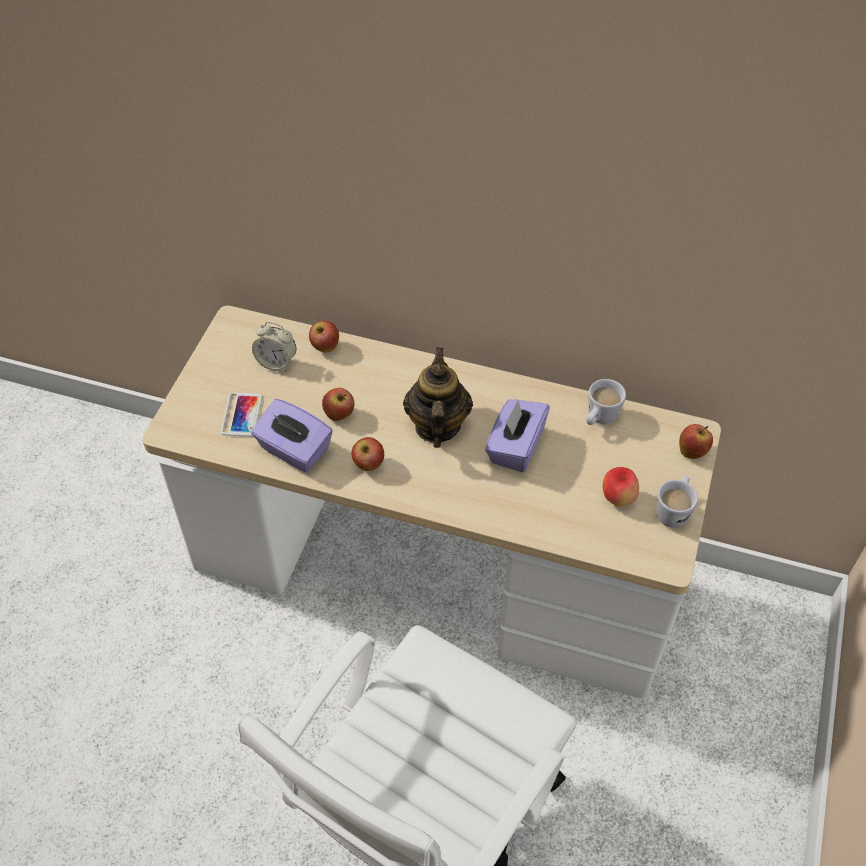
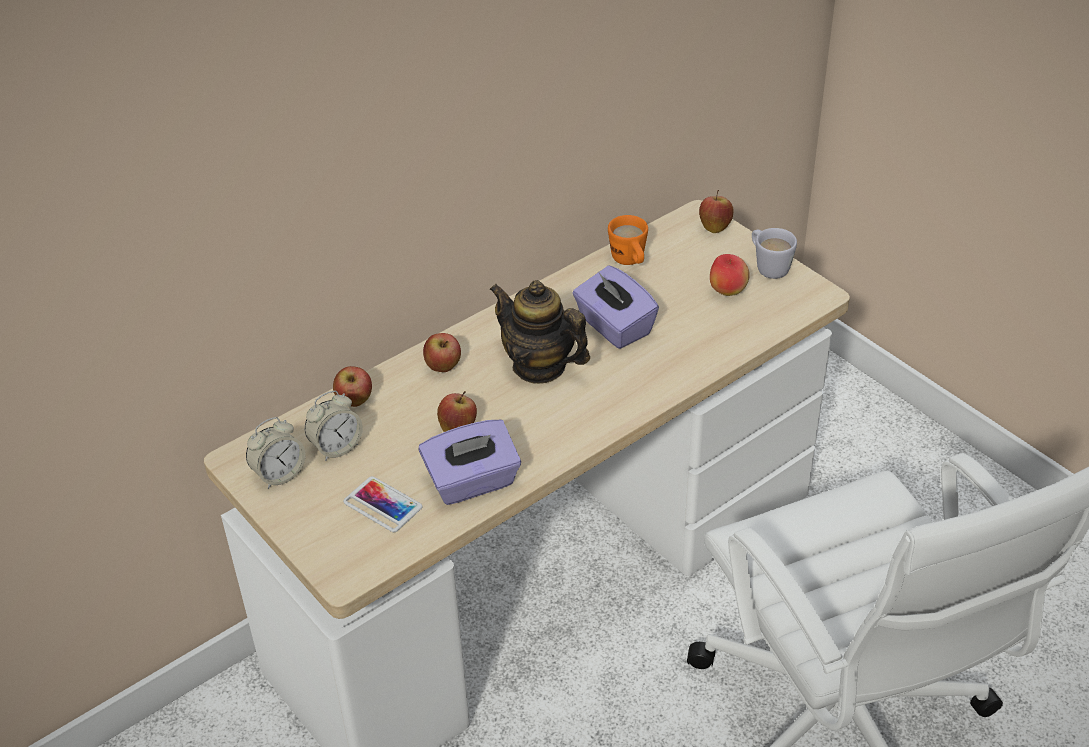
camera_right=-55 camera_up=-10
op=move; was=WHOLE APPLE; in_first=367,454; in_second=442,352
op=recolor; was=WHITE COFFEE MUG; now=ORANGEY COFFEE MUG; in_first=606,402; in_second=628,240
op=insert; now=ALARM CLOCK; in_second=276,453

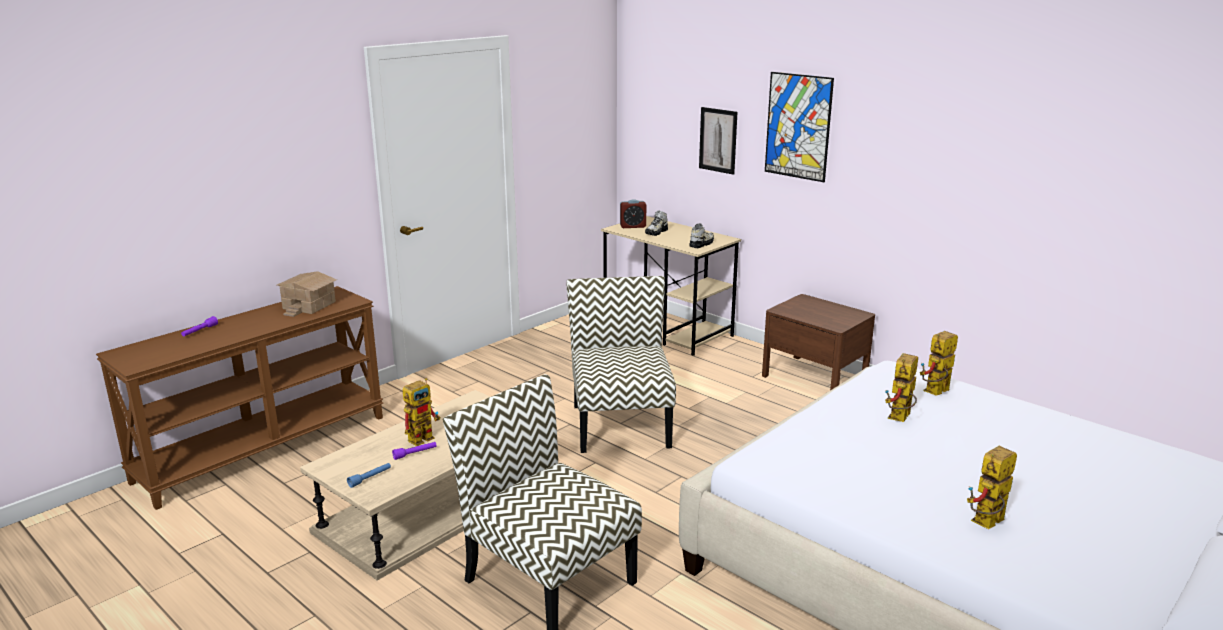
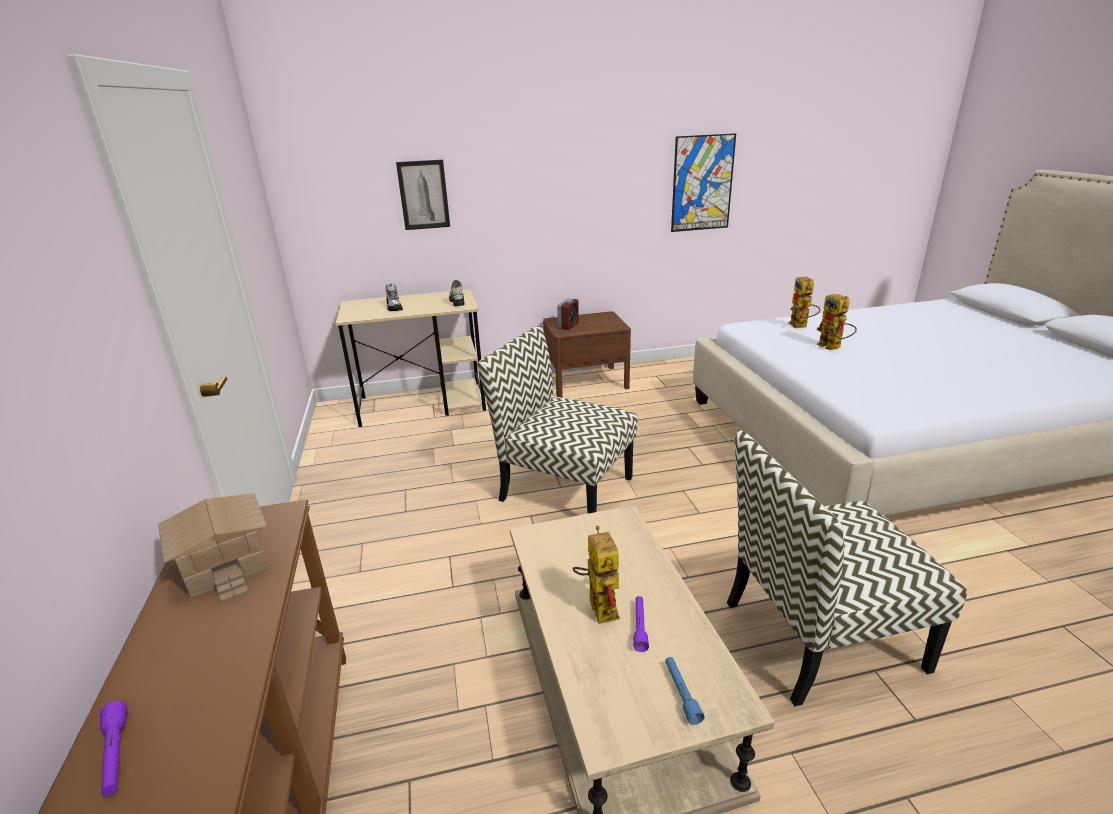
camera_right=-55 camera_up=5
op=move; was=ALARM CLOCK; in_first=633,213; in_second=568,314
op=move; was=PICTURE; in_first=799,127; in_second=703,182
op=delete; was=ROBOT FIGURE; in_first=992,487

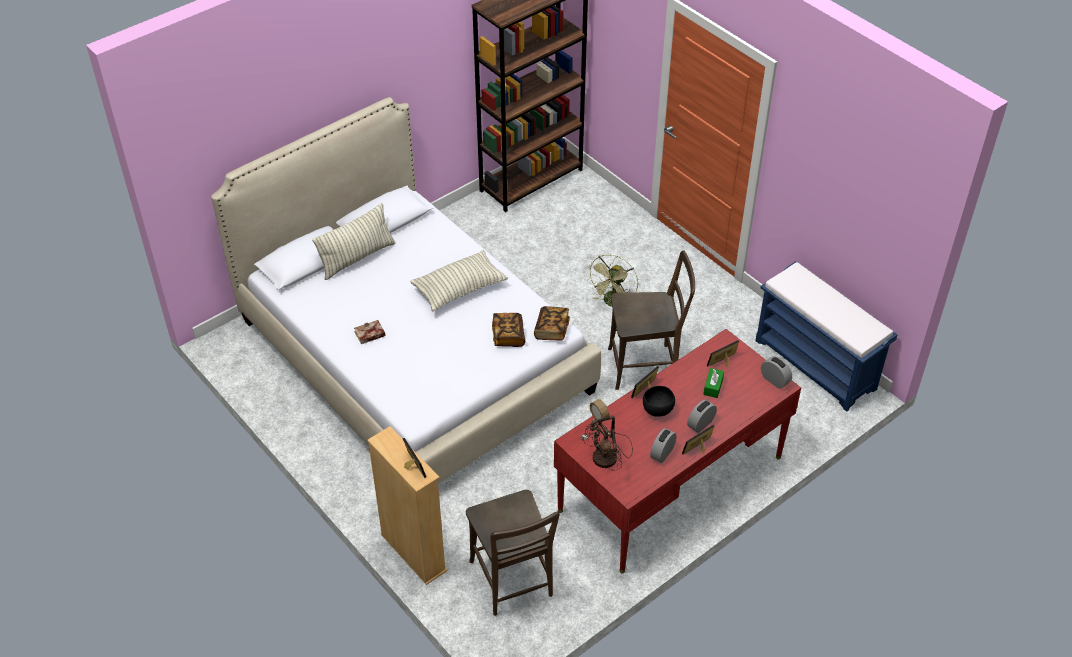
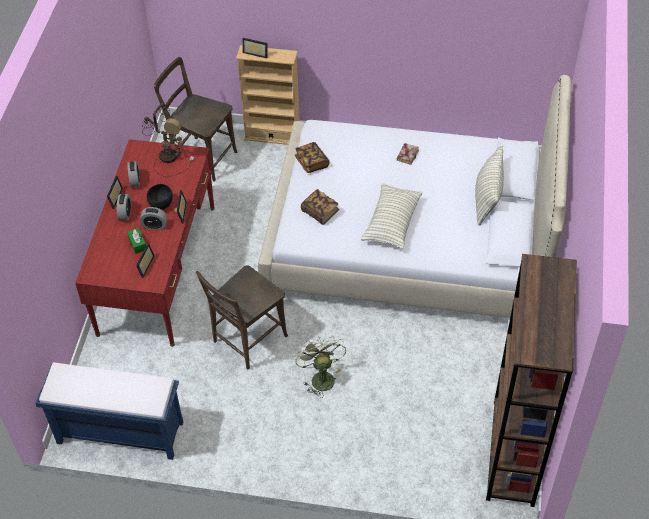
camera_right=140 camera_up=5
op=move; was=BOUND BOOK; in_first=552,323; in_second=312,157
op=move; was=ALARM CLOCK; in_first=776,372; in_second=154,218

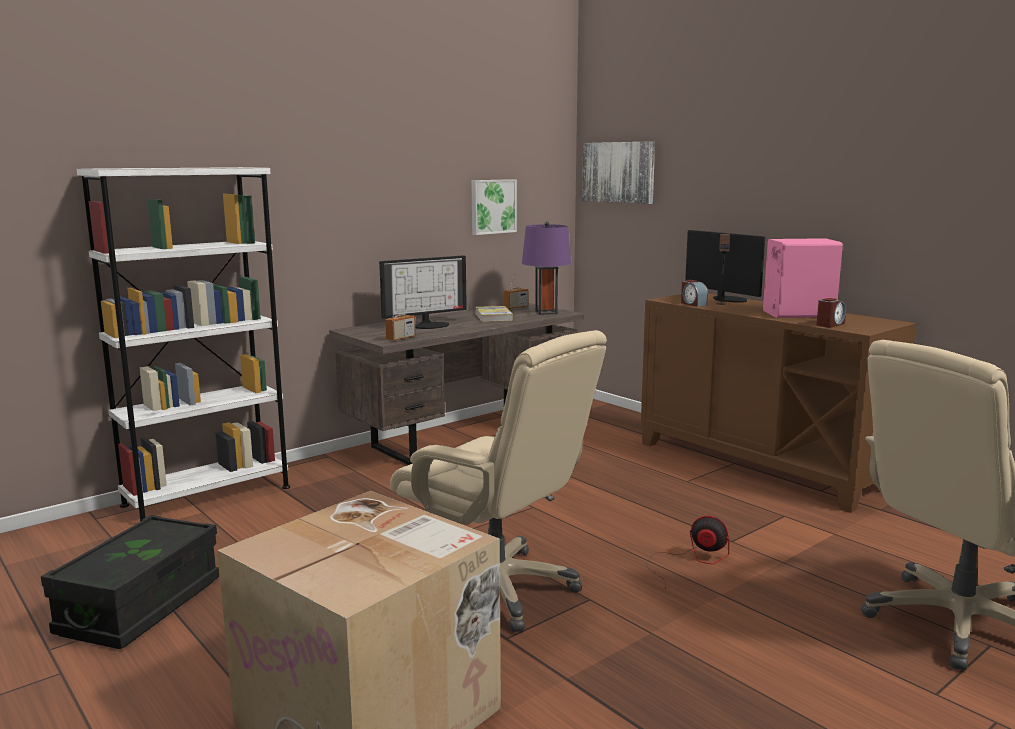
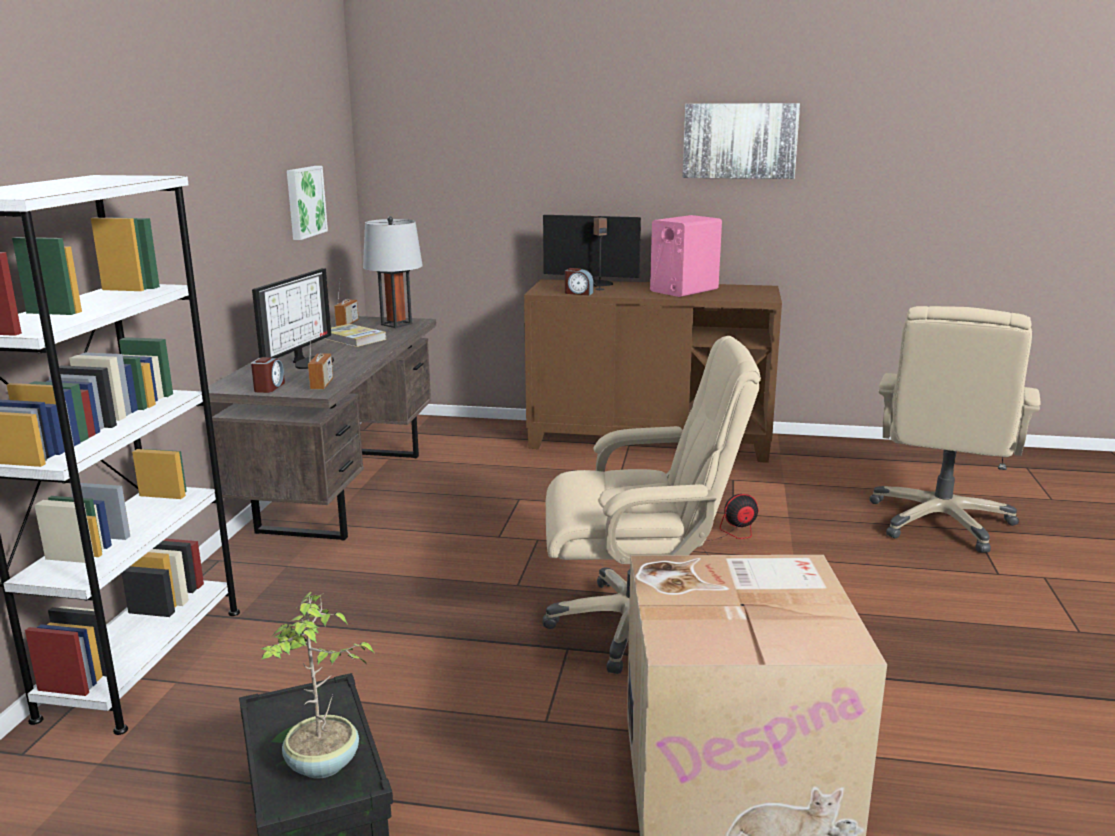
camera_right=-40 camera_up=5
op=recolor; was=PURPLE-COLOURED TABLE LAMP; now=GREY TABLE LAMP; in_first=546,268; in_second=393,272
op=move; was=PICTURE; in_first=618,172; in_second=741,141
op=move; was=ALARM CLOCK; in_first=831,313; in_second=268,375
op=insert; now=PLANT IN A POT; in_second=317,685

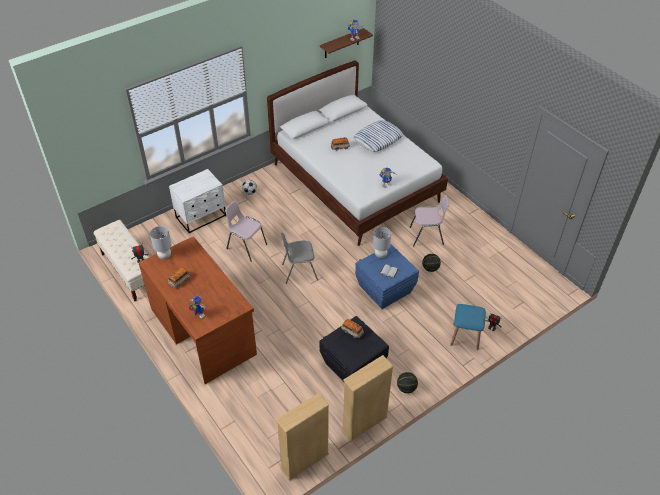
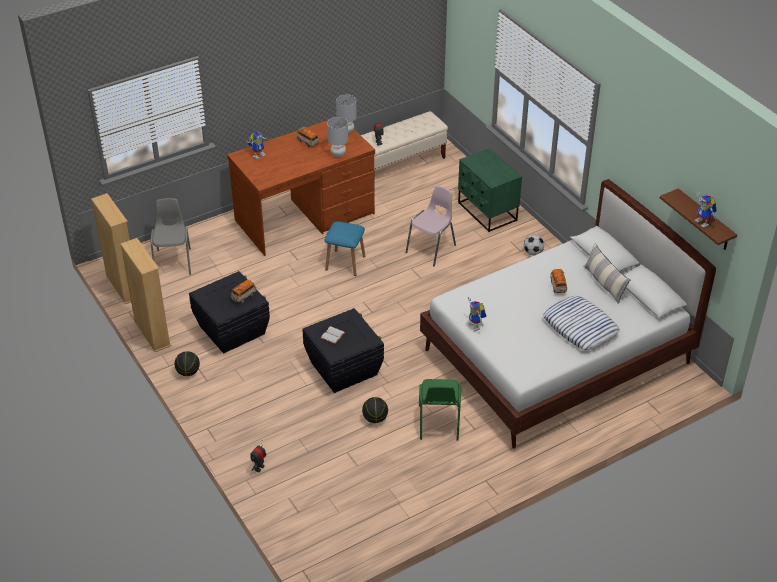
camera_right=95 camera_up=-5
op=recolor; was=WHITE BEDSIDE TABLE; now=GREEN BEDSIDE TABLE; in_first=197,201; in_second=490,190
op=move; was=GREY UPRIGHT CHAIR; in_first=299,258; in_second=170,236
op=recolor; was=BLUISH STORAGE BIN; now=BLACKISH STORAGE BIN; in_first=387,276; in_second=343,350
op=move; was=GREY TABLE LAMP; in_first=382,242; in_second=337,137
op=recolor; was=PINK UPRIGHT CHAIR; now=GREEN UPRIGHT CHAIR; in_first=429,221; in_second=440,410
op=move; was=BLUISH STOOL SEAT; in_first=468,327; in_second=344,249
op=insert; now=THROW PILLOW; in_second=606,273

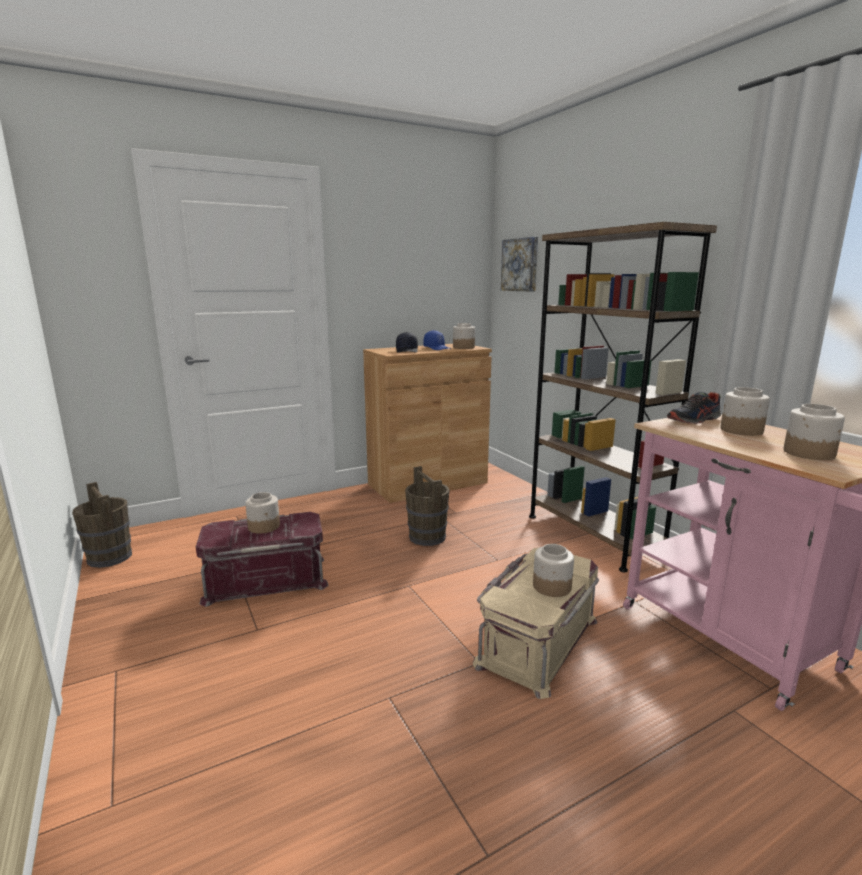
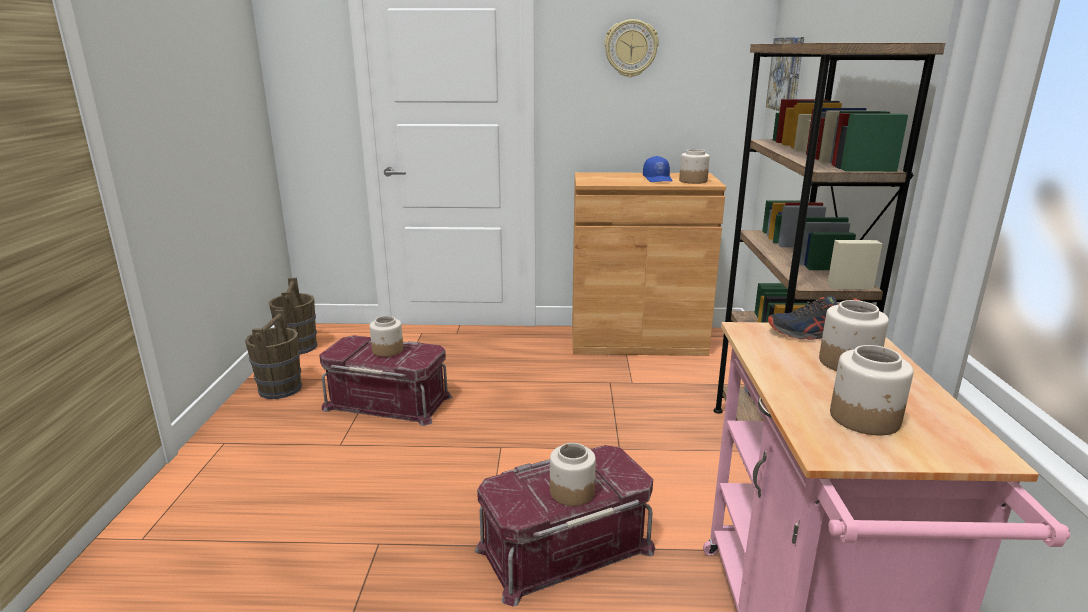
camera_right=30 camera_up=5
op=delete; was=BLACKISH PEAKED CAP; in_first=407,342
op=move; was=BROWN-COLOURED WATER BUCKET; in_first=427,506; in_second=273,354
op=recolor; was=SAND-COLOURED STORAGE BIN; now=REDDISH STORAGE BIN; in_first=536,623; in_second=565,525
op=insert; now=CLOCK ON THE WALL; in_second=631,48

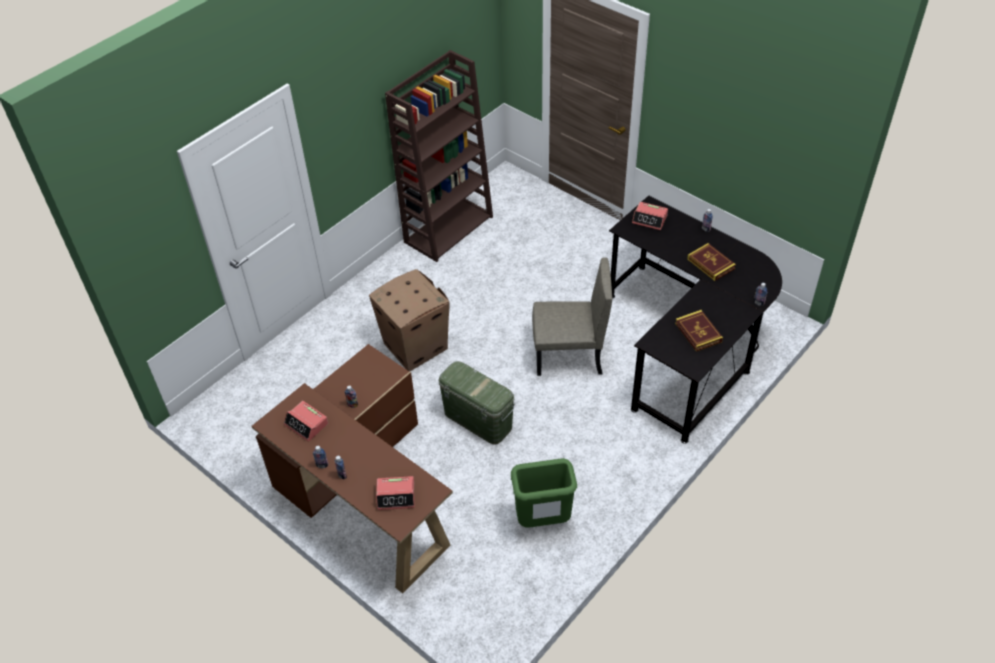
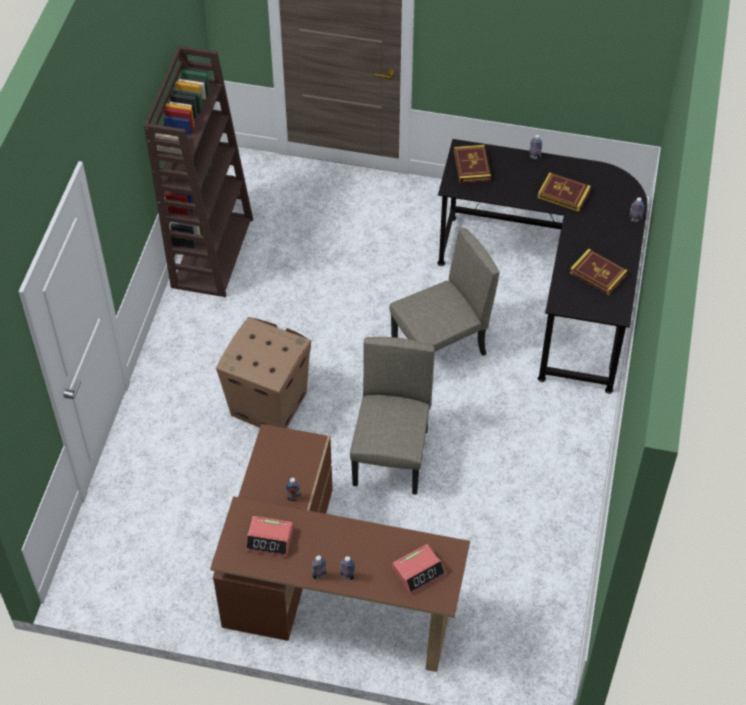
camera_right=-30 camera_up=5
op=replace; was=GREEN STORAGE BIN; now=SAND-COLOURED UPRIGHT CHAIR; in_first=476,403; in_second=392,416
op=delete; was=GREEN TRASH CAN; in_first=544,493
op=replace; was=ALARM CLOCK; now=BOUND BOOK; in_first=650,216; in_second=472,164

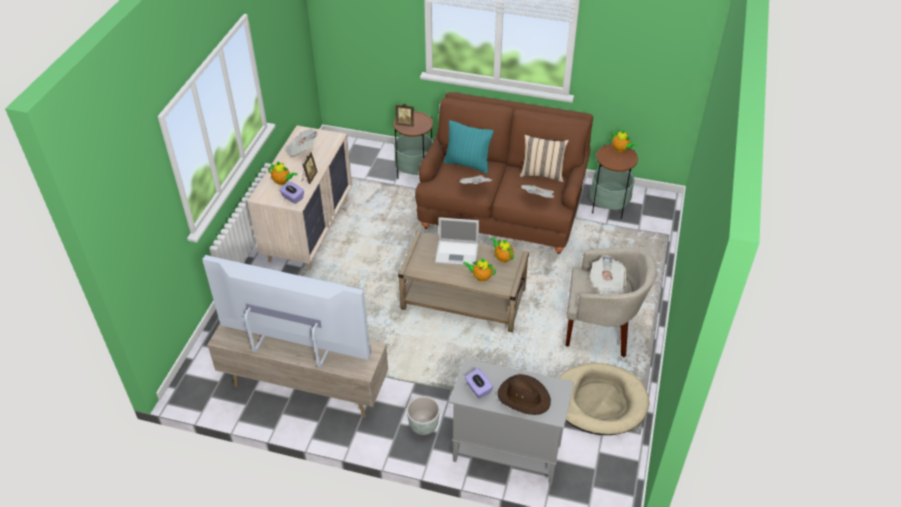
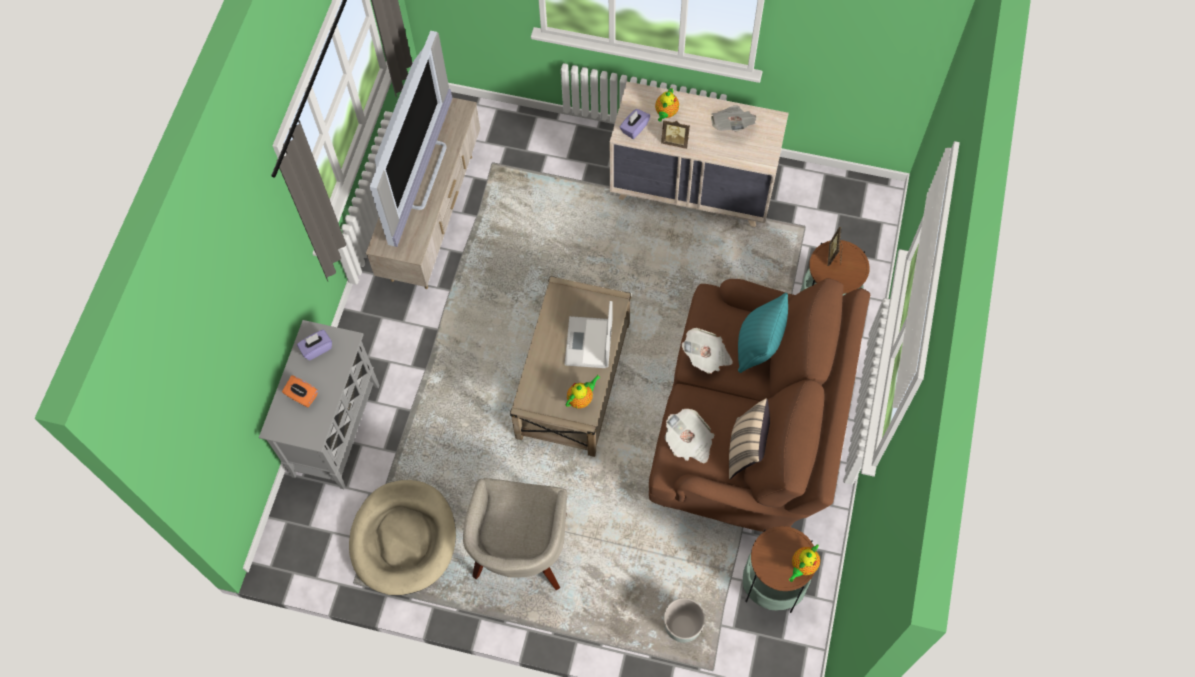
camera_right=90 camera_up=20
op=move; was=GREY PLANTER; in_first=423,415; in_second=684,620
op=delete; was=TEA POT; in_first=479,270
op=replace; was=BROWN-COLOURED HAT; now=ORANGEY BOX OF TISSUES; in_first=524,394; in_second=300,391
op=delete; was=PRINTED PAPER; in_first=608,274

